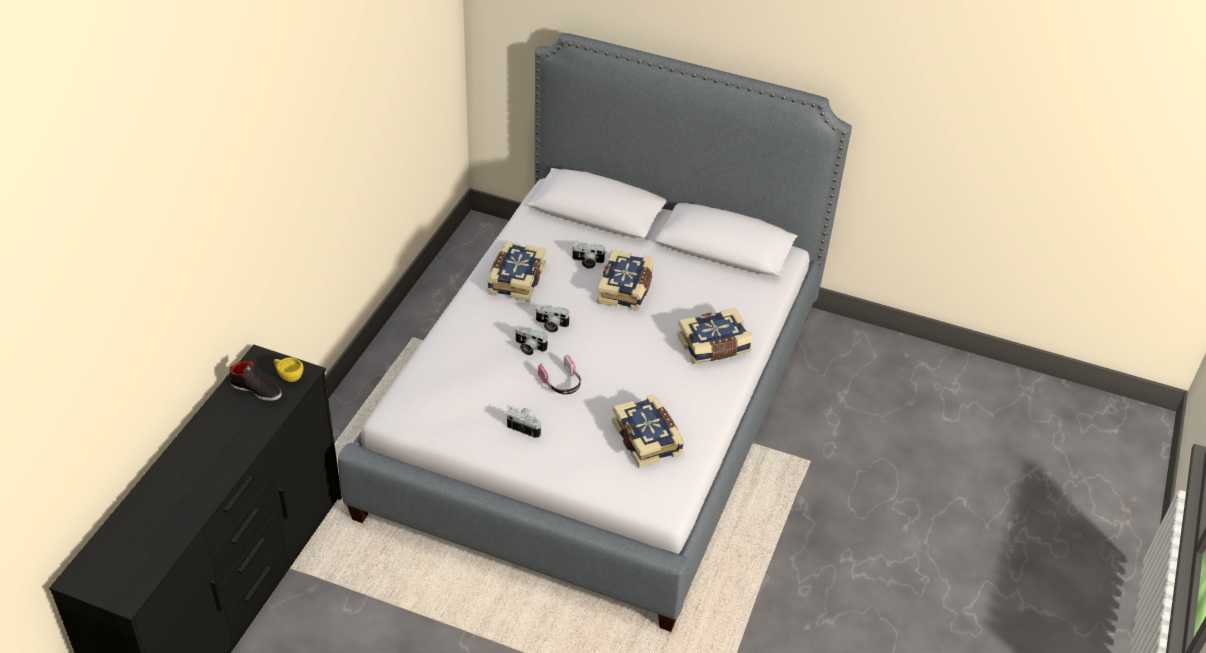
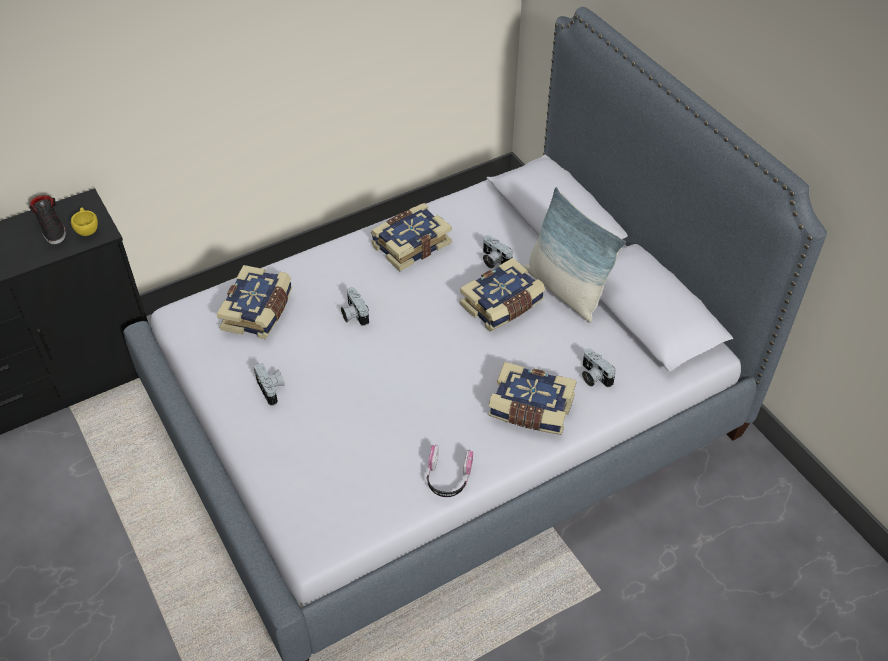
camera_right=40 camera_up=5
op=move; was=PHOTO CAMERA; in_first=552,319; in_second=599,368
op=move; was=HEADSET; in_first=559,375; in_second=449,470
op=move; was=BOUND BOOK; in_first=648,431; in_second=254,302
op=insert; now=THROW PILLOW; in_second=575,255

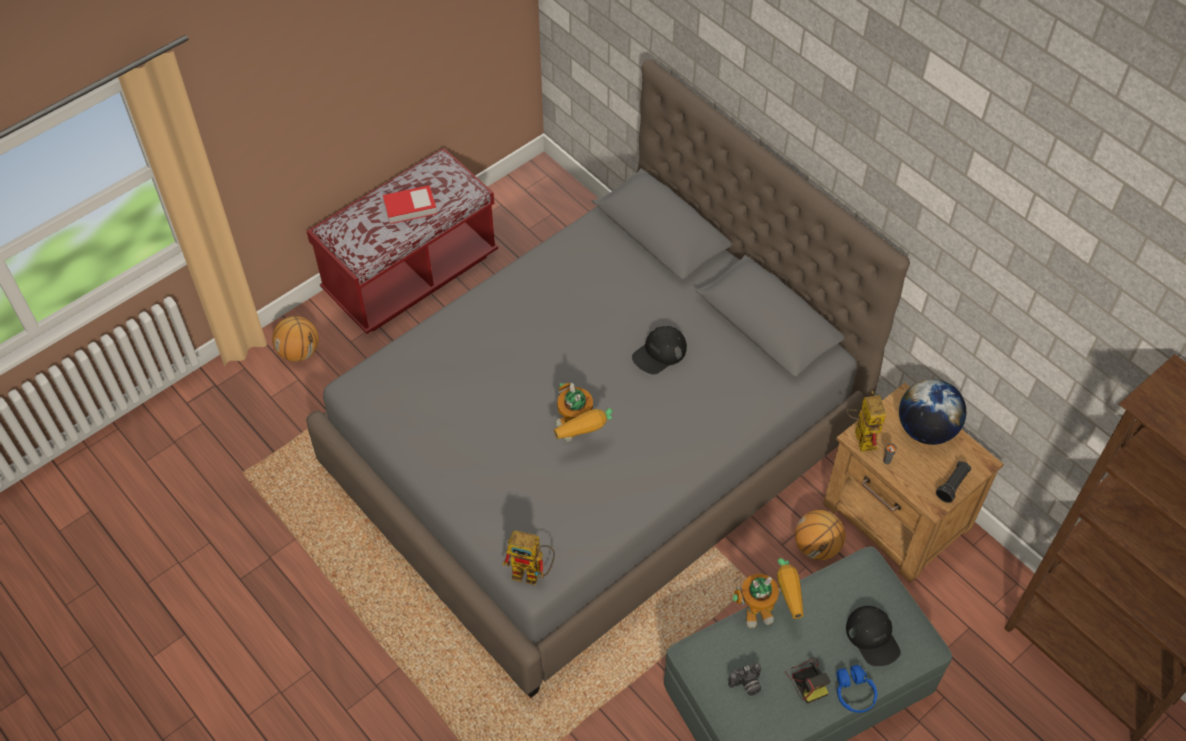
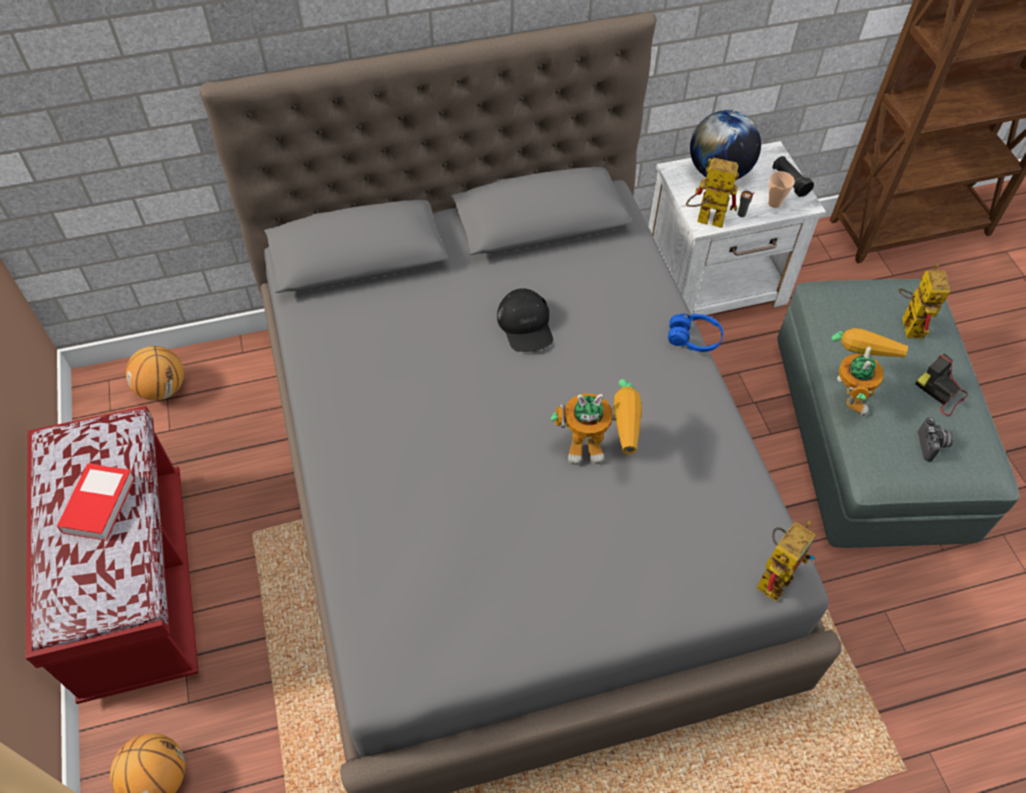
camera_right=-65 camera_up=0
op=rotate; was=PHOTO CAMERA; in_first=808,680; in_second=941,384; clockwise=-135
op=move; was=BASKETBALL BALL; in_first=820,535; in_second=155,373
op=recolor; was=BROWN-COLOURED BEDSIDE TABLE; now=WHITE BEDSIDE TABLE; in_first=913,483; in_second=737,228
op=move; was=BLUISH HEADSET; in_first=856,689; in_second=695,332
op=replace; was=BLACKISH PEAKED CAP; now=ROBOT FIGURE; in_first=873,636; in_second=924,301
op=insert; now=DRINKING CUP; in_second=781,189

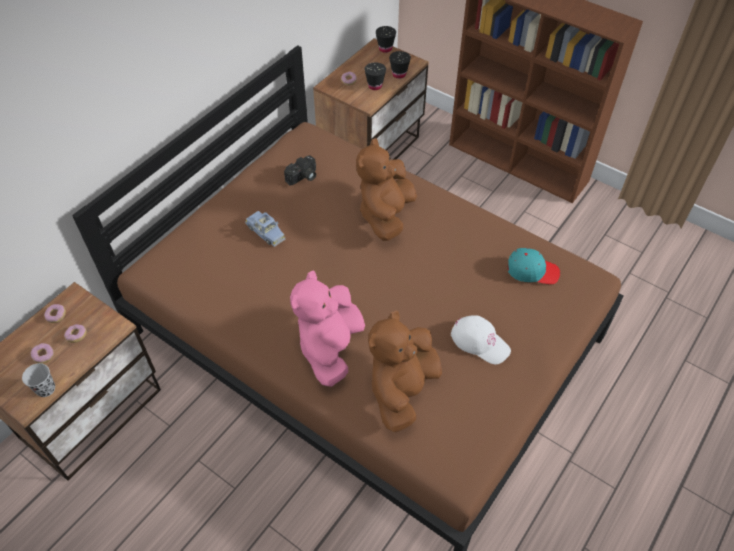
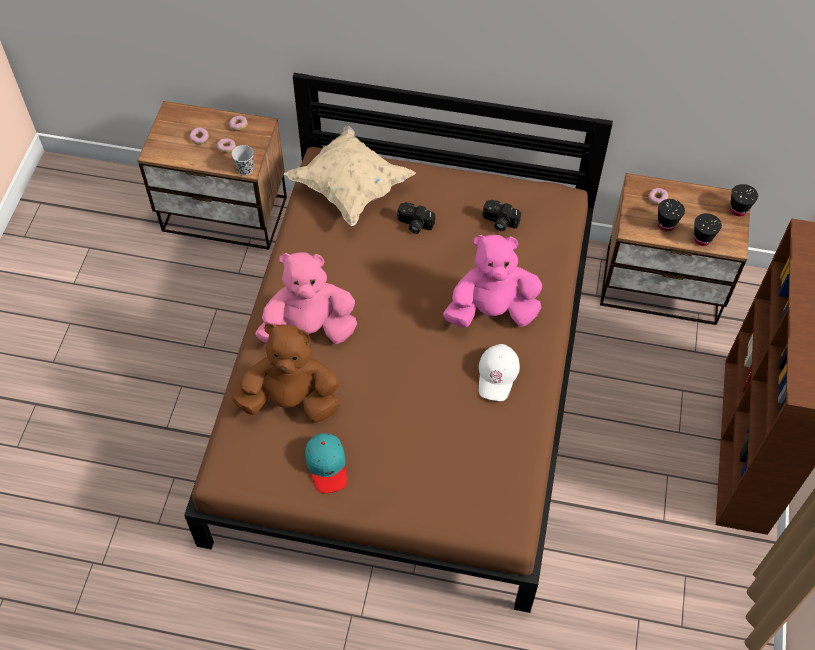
camera_right=65 camera_up=5
op=move; was=BLACKISH DRINKING CUP; in_first=38,380; in_second=243,160
op=replace; was=BLUISH MODEL CAR; now=PHOTO CAMERA; in_first=265,229; in_second=416,218
op=recolor; was=BROWN-COLOURED CUDDLY TOY; now=PINK CUDDLY TOY; in_first=386,189; in_second=492,281
op=move; was=WHITE PEAKED CAP; in_first=481,340; in_second=499,372
op=move; was=TURQUOISE PEAKED CAP; in_first=534,266; in_second=326,463
op=insert; now=SAND-COLOURED THROW PILLOW; in_second=351,176

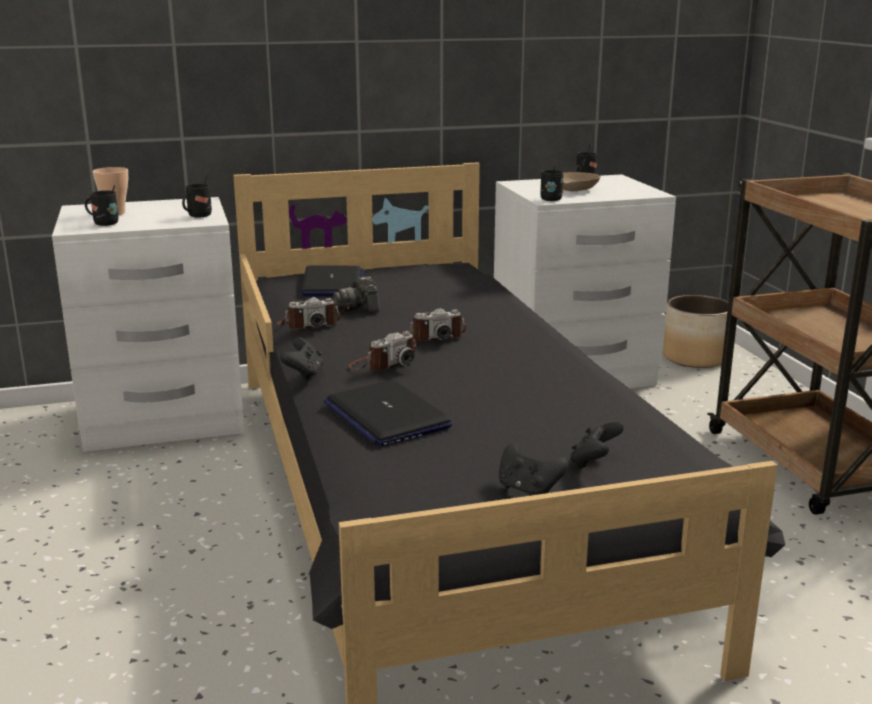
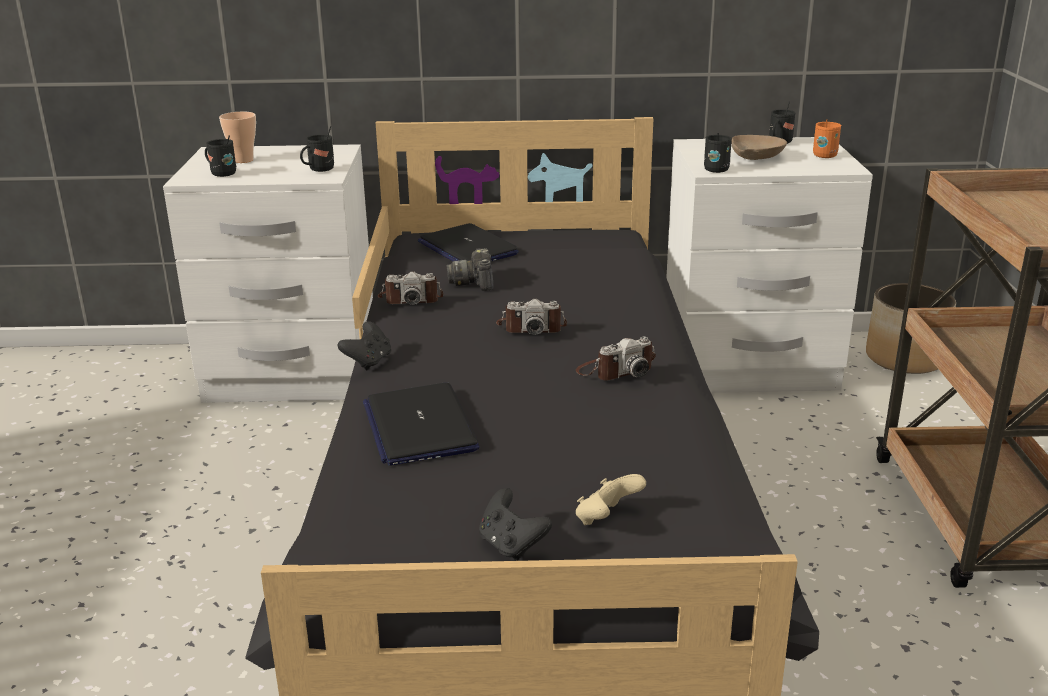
camera_right=15 camera_up=5
op=rotate; was=LAPTOP; in_first=332,280; in_second=468,242; clockwise=135
op=move; was=PHOTO CAMERA; in_first=383,351; in_second=616,358
op=recolor; was=BLACKISH GAMEPAD; now=SAND-COLOURED GAMEPAD; in_first=597,445; in_second=611,499
op=insert; now=ORANGEY COFFEE MUG; in_second=827,138

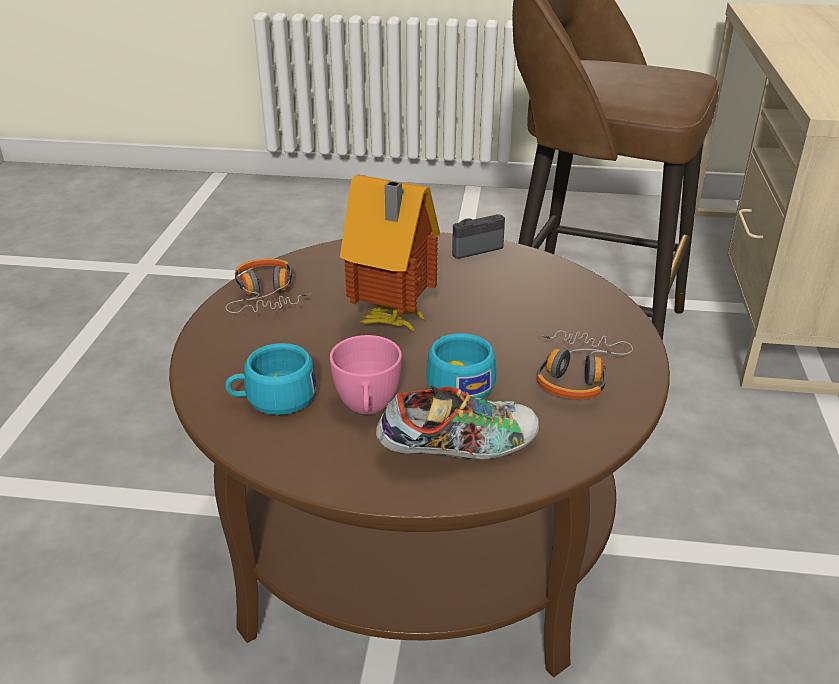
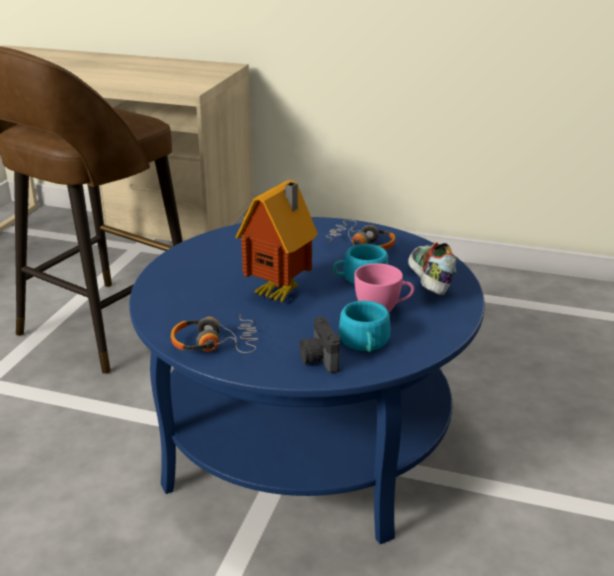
camera_right=-80 camera_up=-5
op=recolor; was=BROWN-COLOURED COFFEE TABLE; now=BLUISH COFFEE TABLE; in_first=419,454; in_second=307,380
op=move; was=PHOTO CAMERA; in_first=478,236; in_second=319,345

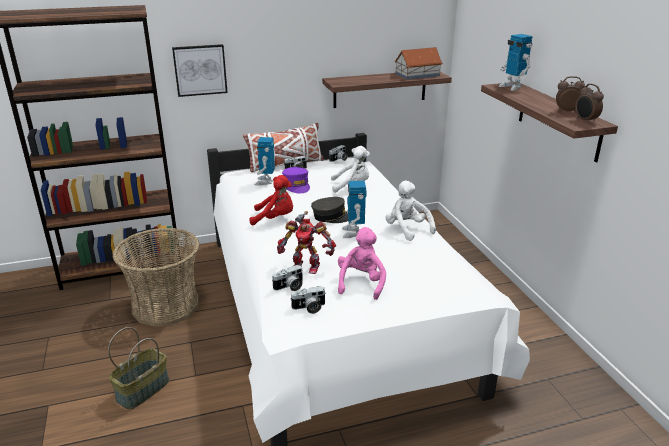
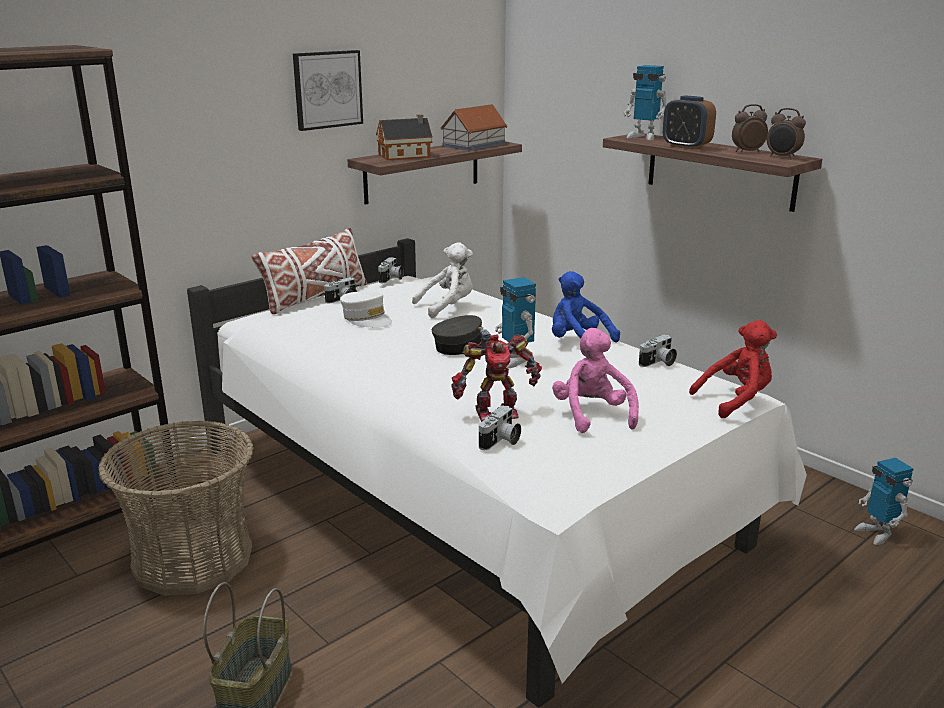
camera_right=-25 camera_up=-5
op=move; was=PICTURE; in_first=200,70; in_second=328,90
op=move; was=REDDISH CUDDLY TOY; in_first=271,200; in_second=733,369
op=move; was=ROBOT FIGURE; in_first=265,161; in_second=884,501
op=recolor; was=PURPLE-COLOURED PEAKED CAP; now=WHITE PEAKED CAP; in_first=296,180; in_second=366,309
op=move; was=PHOTO CAMERA; in_first=307,300; in_second=658,350
op=recolor; was=WHITE CUDDLY TOY; now=BLUISH CUDDLY TOY; in_first=410,211; in_second=586,307
op=insert; now=TOY HOUSE; in_second=404,137
op=insert; now=ALARM CLOCK; in_second=689,122

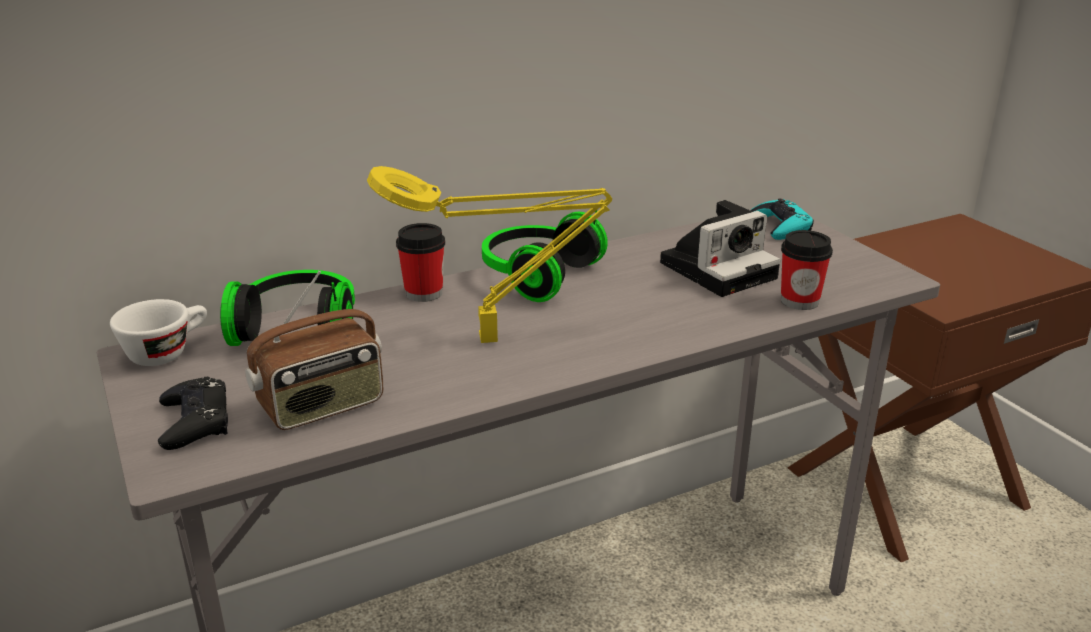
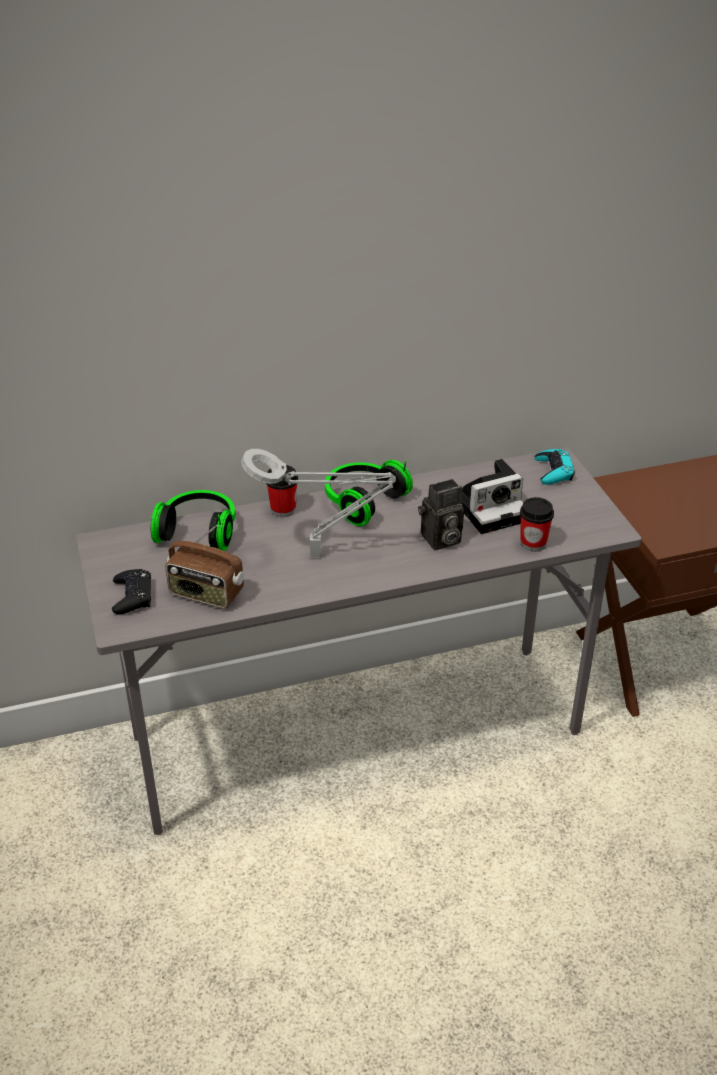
camera_right=10 camera_up=10
op=delete; was=WHITE DRINKING CUP; in_first=158,332
op=rotate; was=RADIO SET; in_first=314,350; in_second=204,567; clockwise=45
op=recolor; was=YELLOWISH TABLE LAMP; now=GREY TABLE LAMP; in_first=489,254; in_second=318,503
op=insert; now=PHOTO CAMERA; in_second=441,514

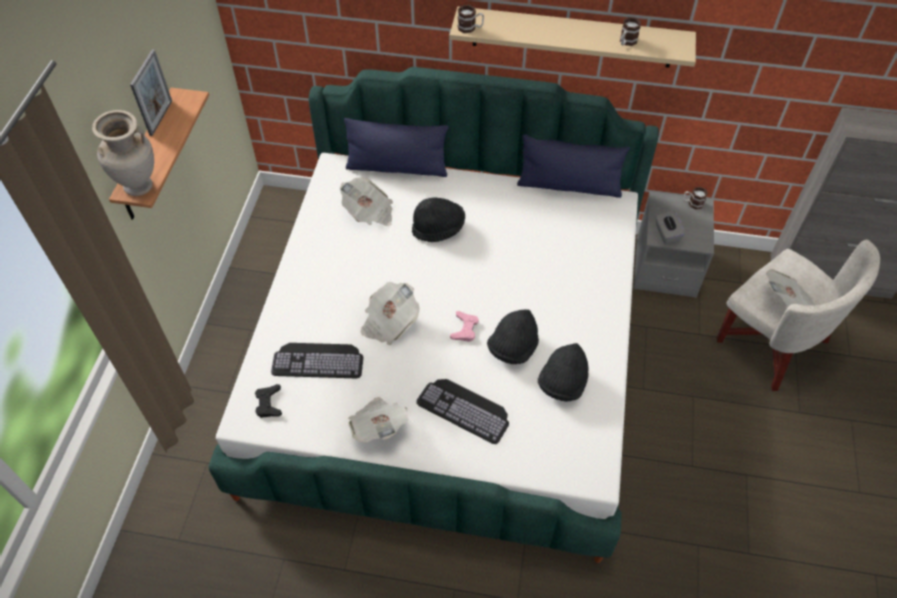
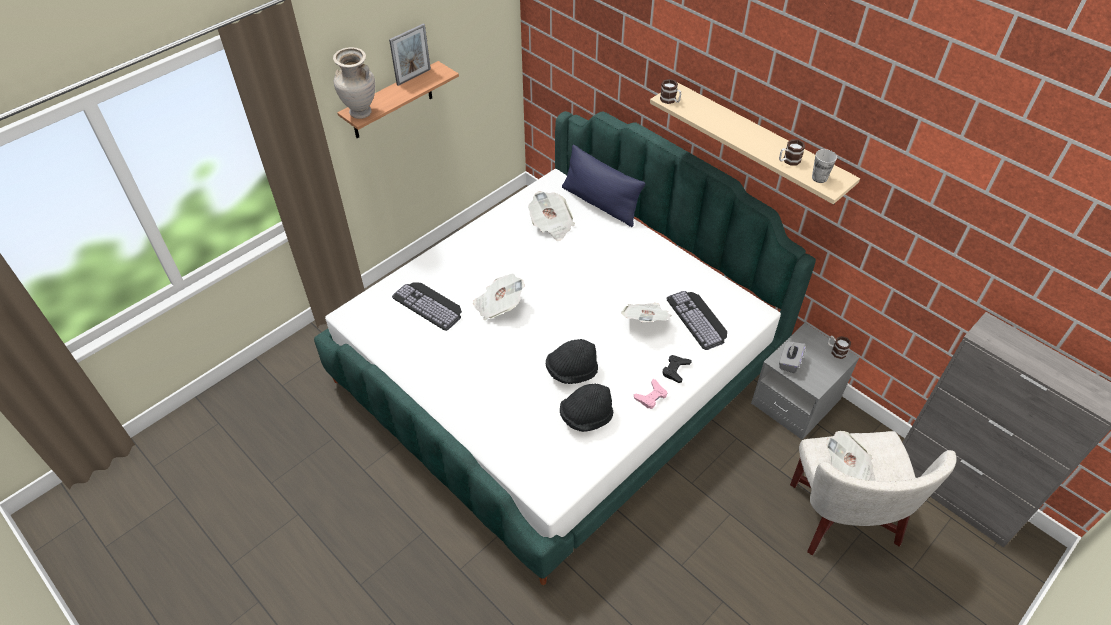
camera_right=35 camera_up=-5
op=move; was=BLACKISH GAMEPAD; in_first=268,401; in_second=677,369
op=move; was=PRINTED PAPER; in_first=378,419; in_second=646,312
op=delete; was=BLACKISH HAT; in_first=438,219
op=move; was=KEYBOARD; in_first=462,411; in_second=696,320
op=move; was=PINK GAMEPAD; in_first=464,326; in_second=650,394
op=delete; was=BLUISH THROW PILLOW; in_first=573,166
op=insert; now=DRINKING CUP; in_second=824,166

